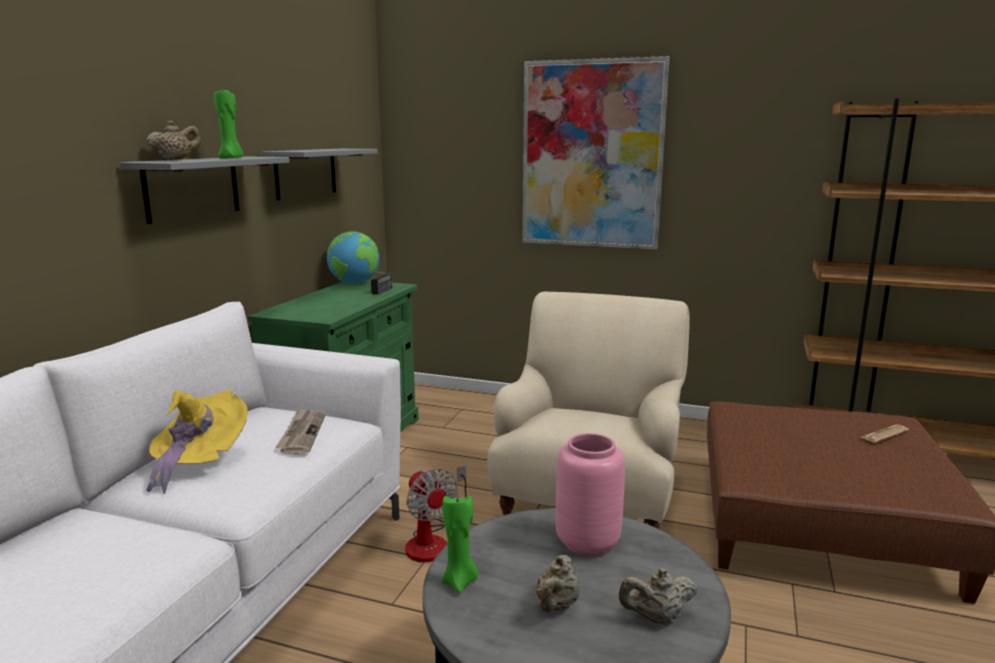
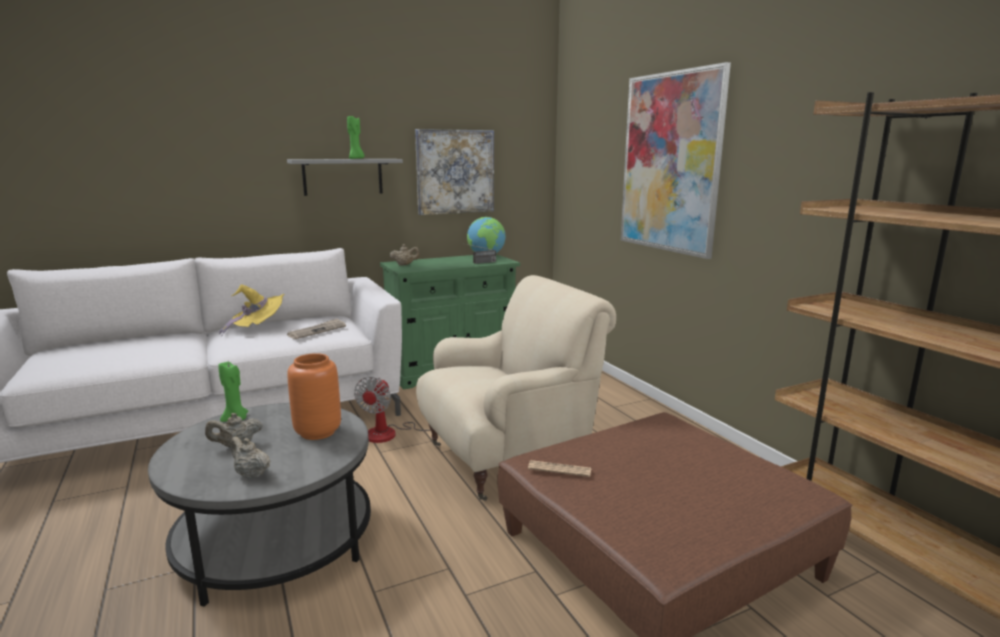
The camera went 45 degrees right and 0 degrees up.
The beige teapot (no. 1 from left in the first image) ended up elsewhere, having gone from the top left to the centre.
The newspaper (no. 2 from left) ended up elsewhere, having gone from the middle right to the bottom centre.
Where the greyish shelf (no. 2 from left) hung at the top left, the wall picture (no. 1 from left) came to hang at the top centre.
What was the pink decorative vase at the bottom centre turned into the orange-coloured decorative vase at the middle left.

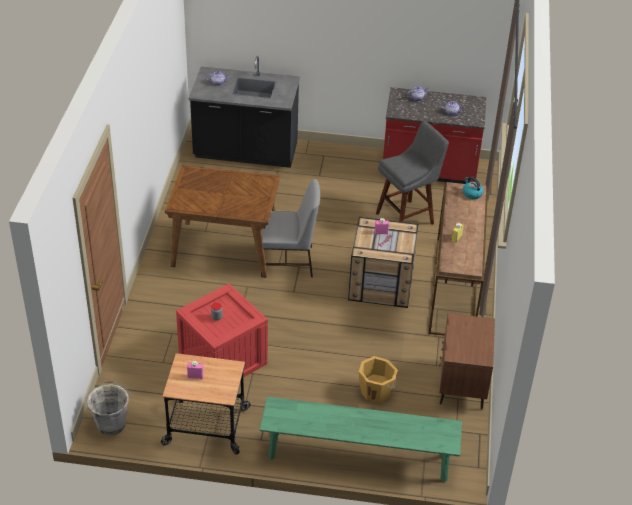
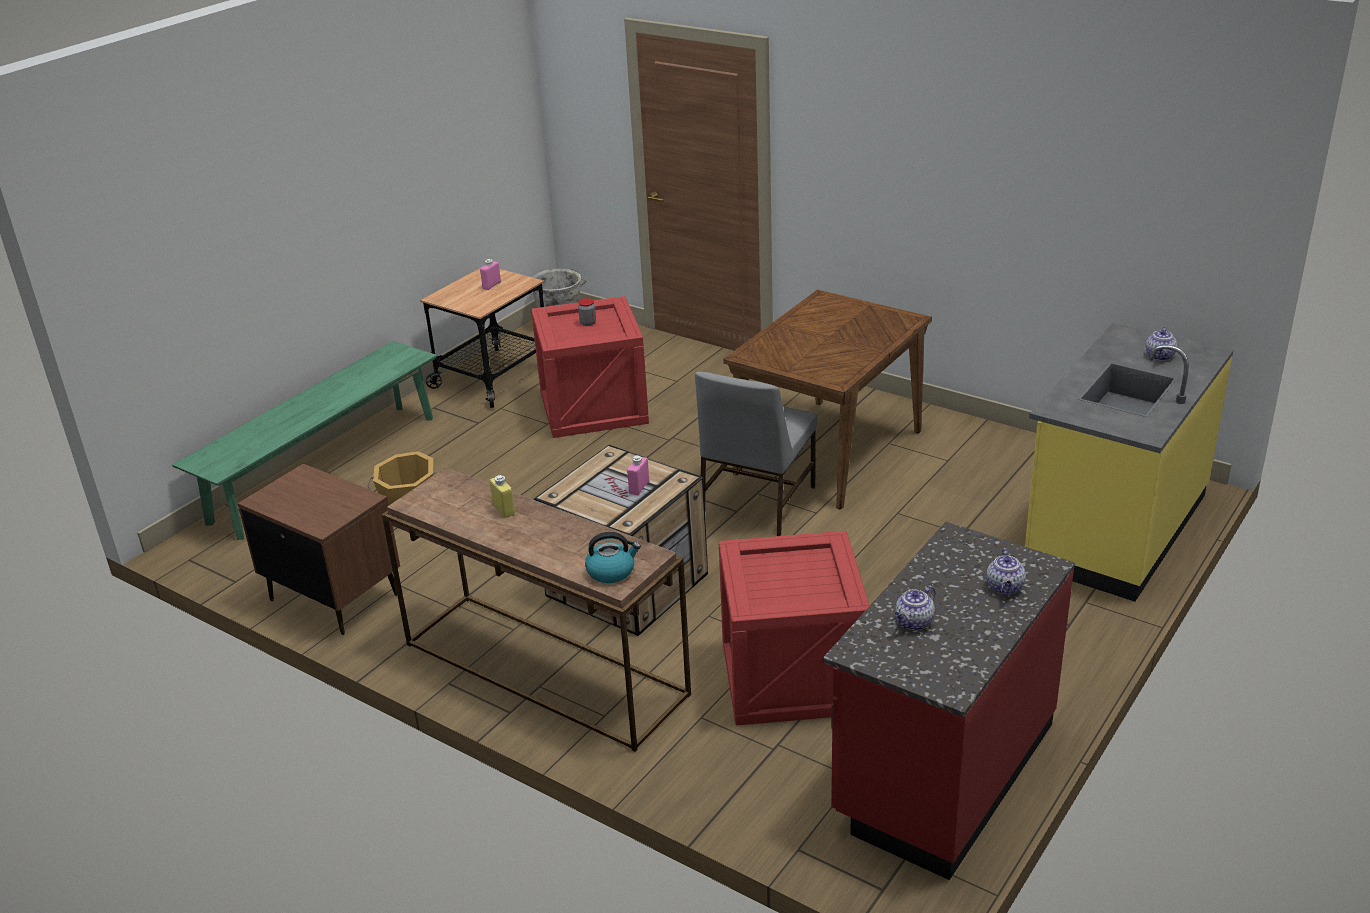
The camera went 120 degrees right and 10 degrees down.
Where the greyish sitting stool stood at the centre, the crate (no. 3 from left) came to stand at the bottom centre.
What was the black-coloured counter at the top centre turned into the yellow-coloured counter at the middle right.

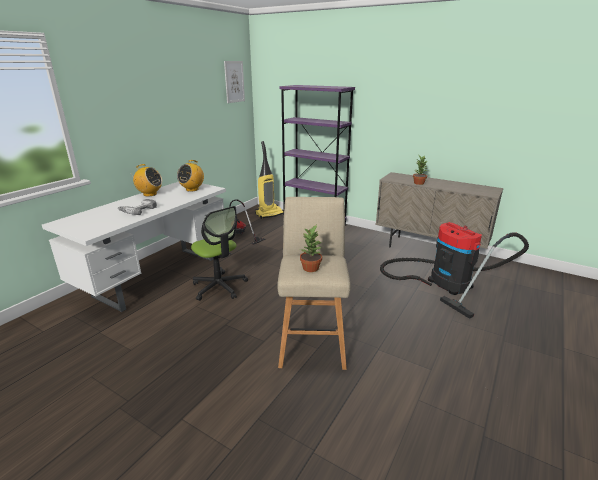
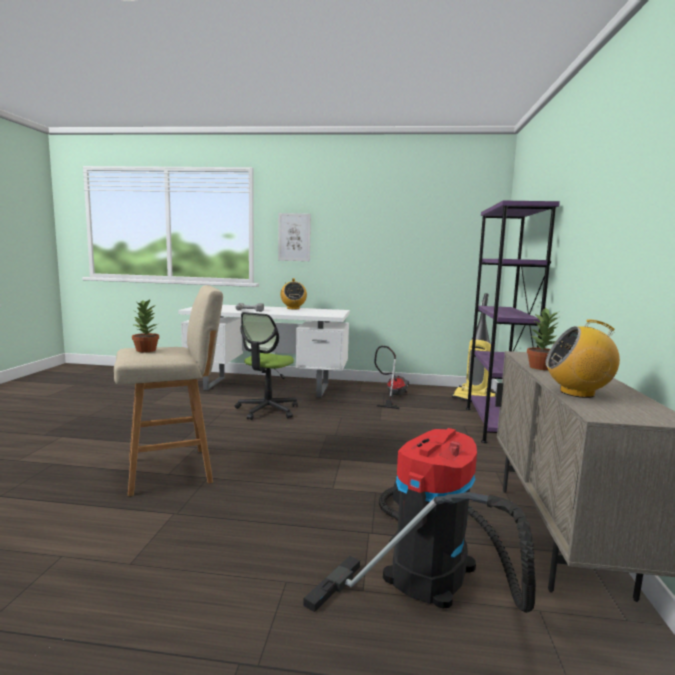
The camera went 65 degrees right and 15 degrees down.
The radio set (no. 2 from left) ended up elsewhere, having gone from the middle left to the middle right.
The wall picture ended up elsewhere, having gone from the top centre to the centre.

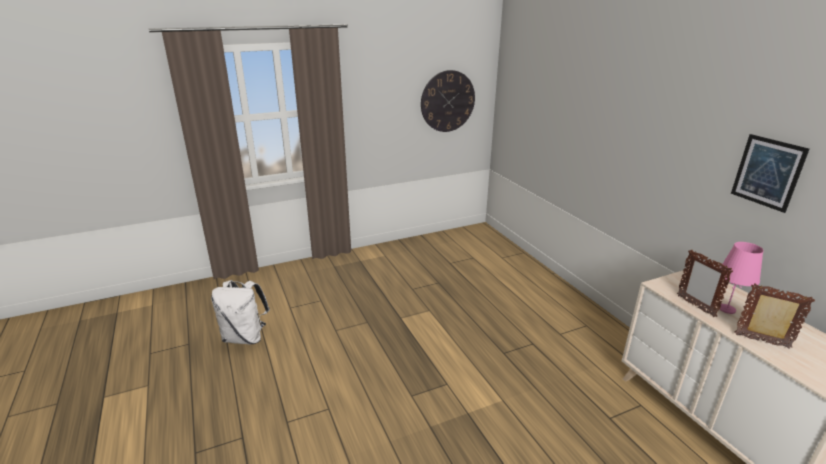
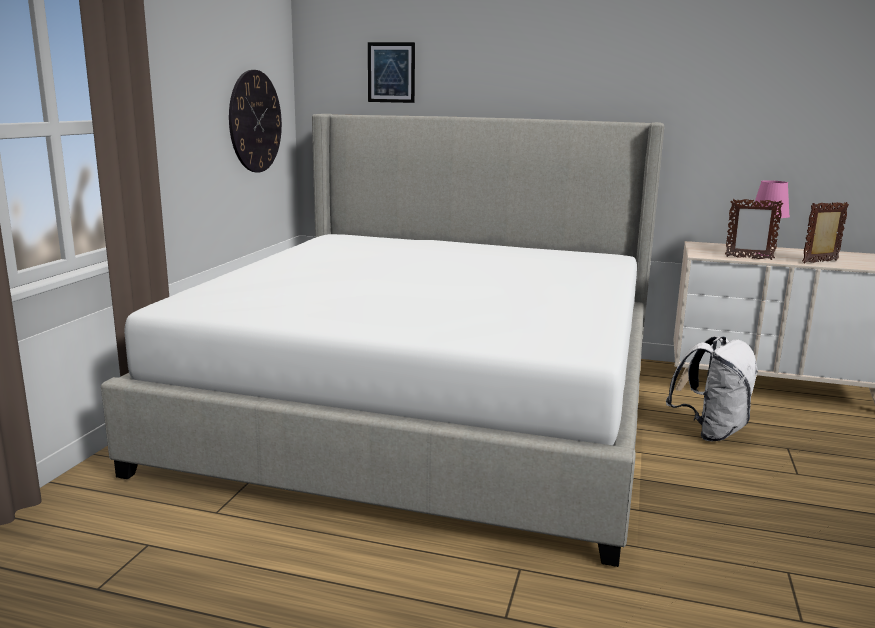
The camera went 50 degrees left and 10 degrees down.
The second view gained the bed at the centre.
The white-coloured backpack ended up elsewhere, having gone from the bottom left to the middle right.
The wall picture ended up elsewhere, having gone from the middle right to the top centre.

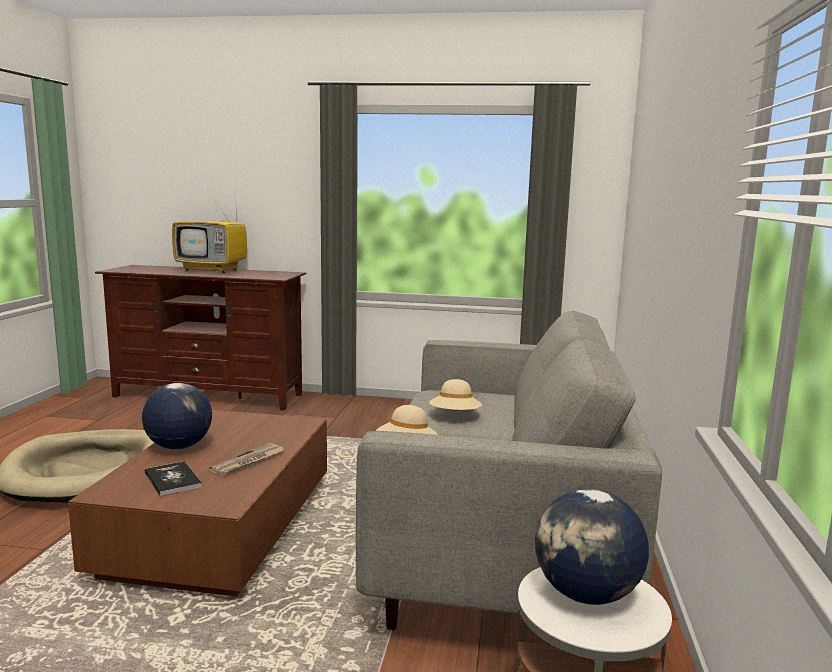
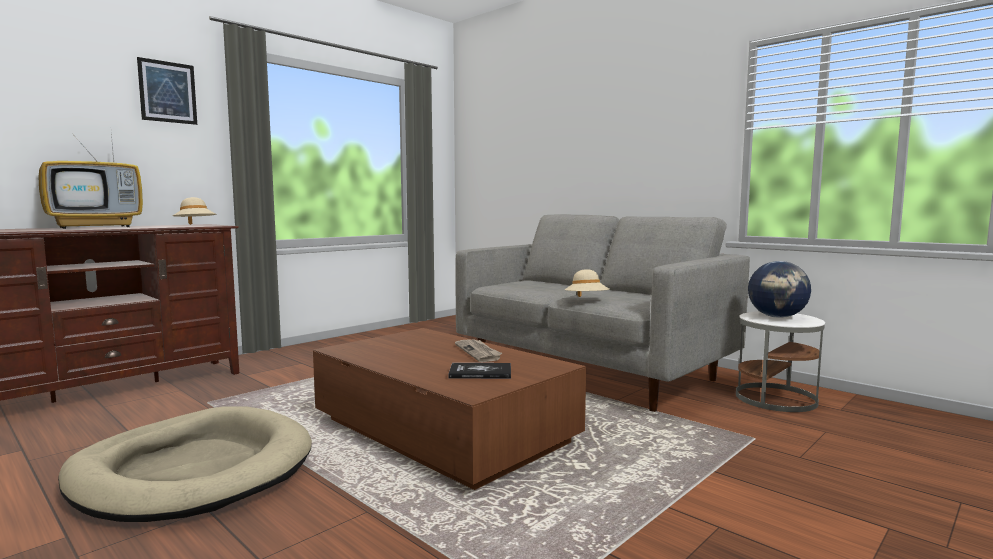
The camera went 55 degrees left and 5 degrees down.
The second view lost the desk globe (no. 1 from left) at the middle left.
The second view gained the wall picture at the top left.
The beige wearable hat (no. 2 from left in the first image) ended up elsewhere, having gone from the centre to the middle left.

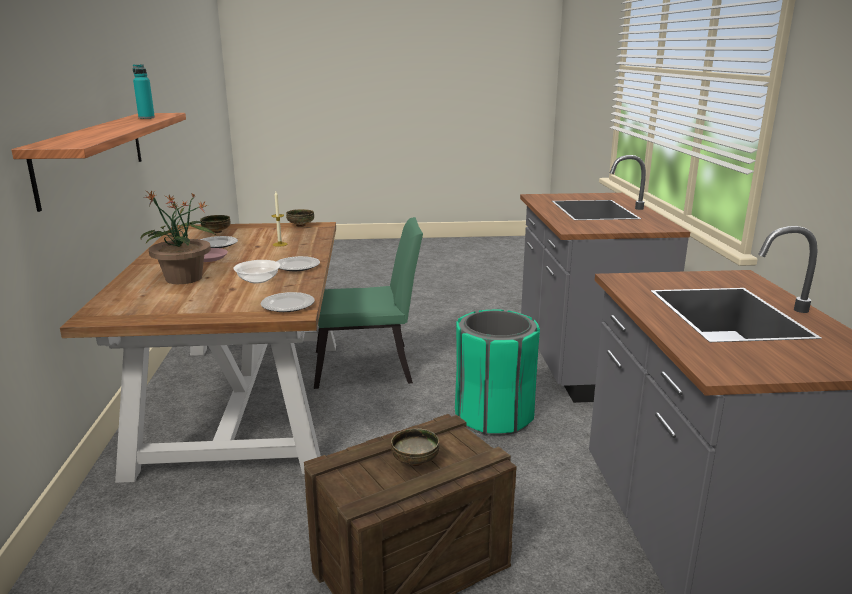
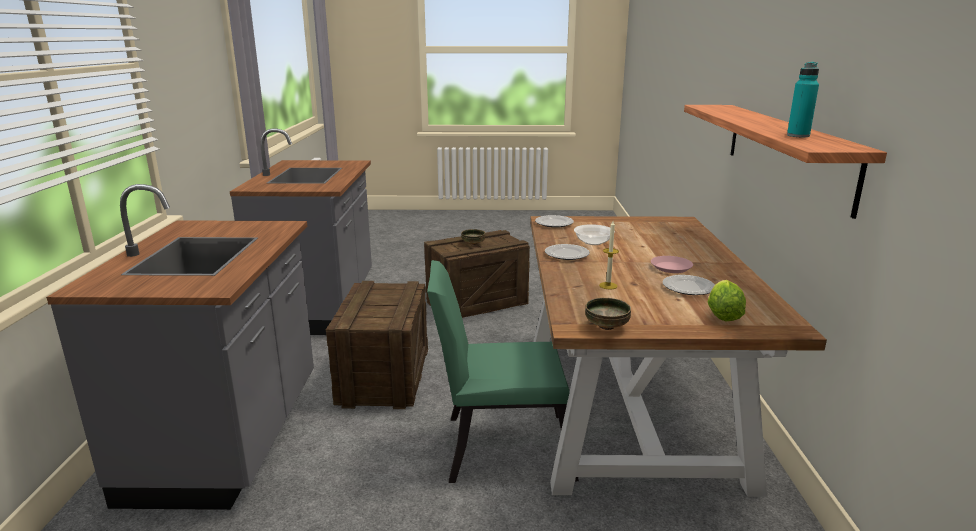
The camera went 175 degrees left and 0 degrees up.
The second view lost the plant in a pot at the middle left.
Where the deep dish (no. 1 from left) stood at the middle left, the head of lettuce came to stand at the middle right.
Where the green-coloured rubbish bin stood at the centre, the crate (no. 1 from left) came to stand at the centre.

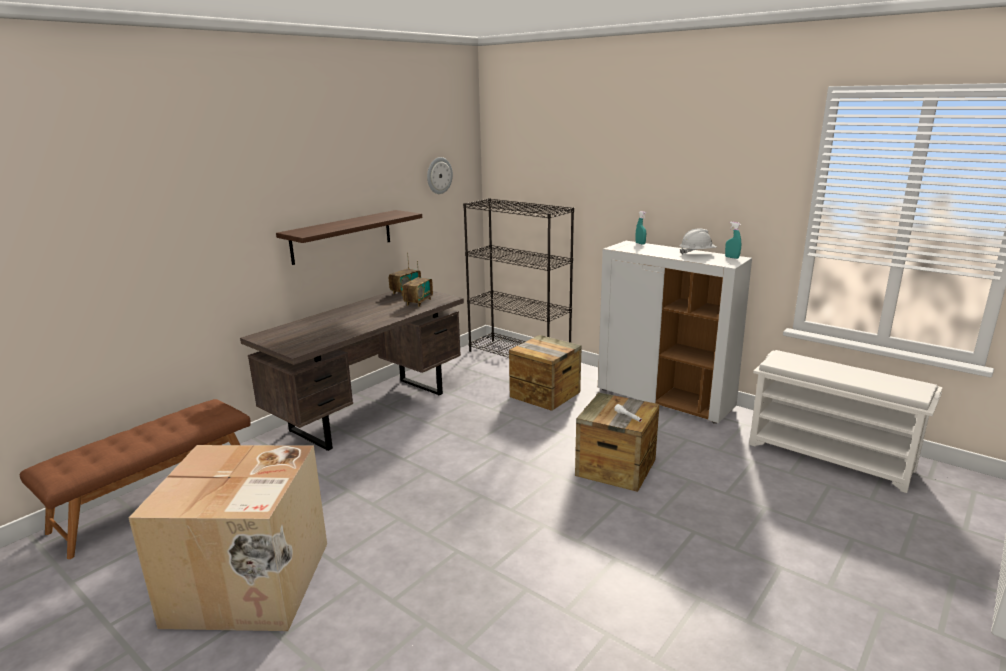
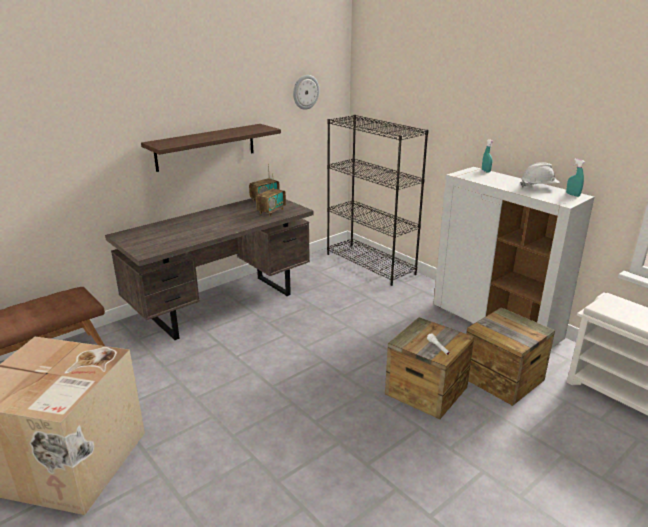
The camera went 10 degrees right and 5 degrees up.
The crate (no. 1 from left in the first image) ended up elsewhere, having gone from the centre to the bottom right.

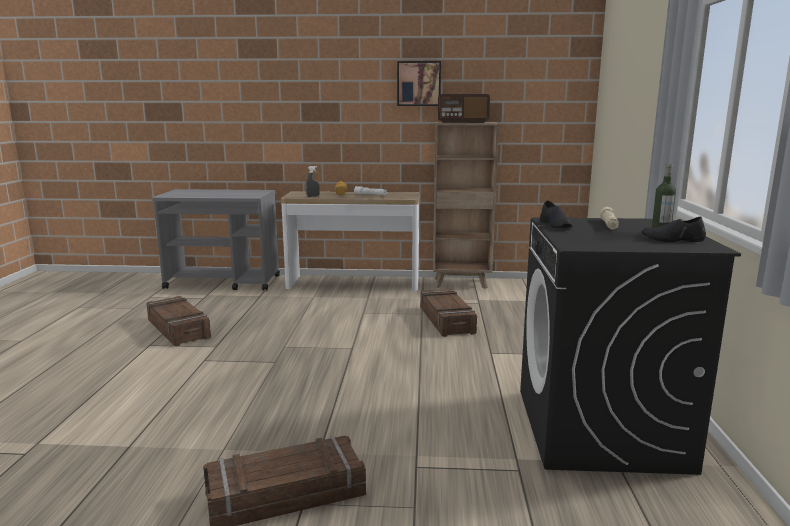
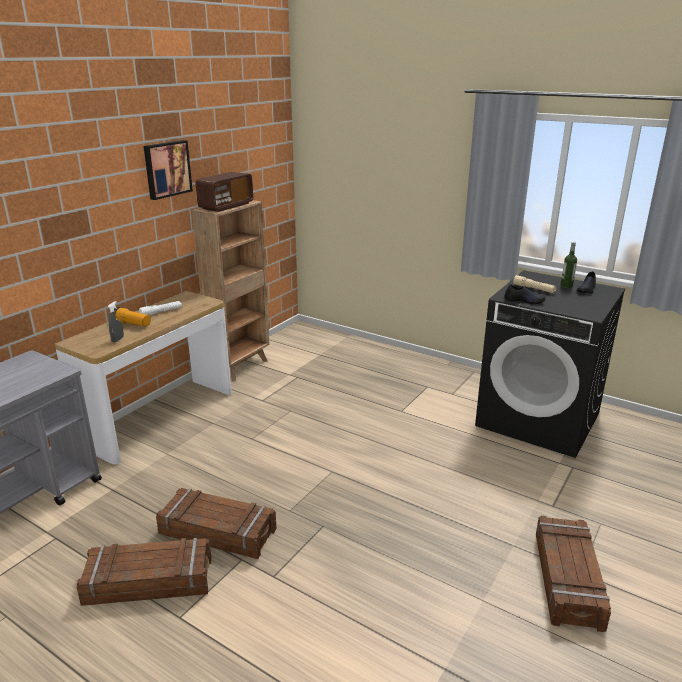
The camera went 60 degrees left and 10 degrees up.
The crate (no. 3 from left in the first image) ended up elsewhere, having gone from the centre to the bottom left.

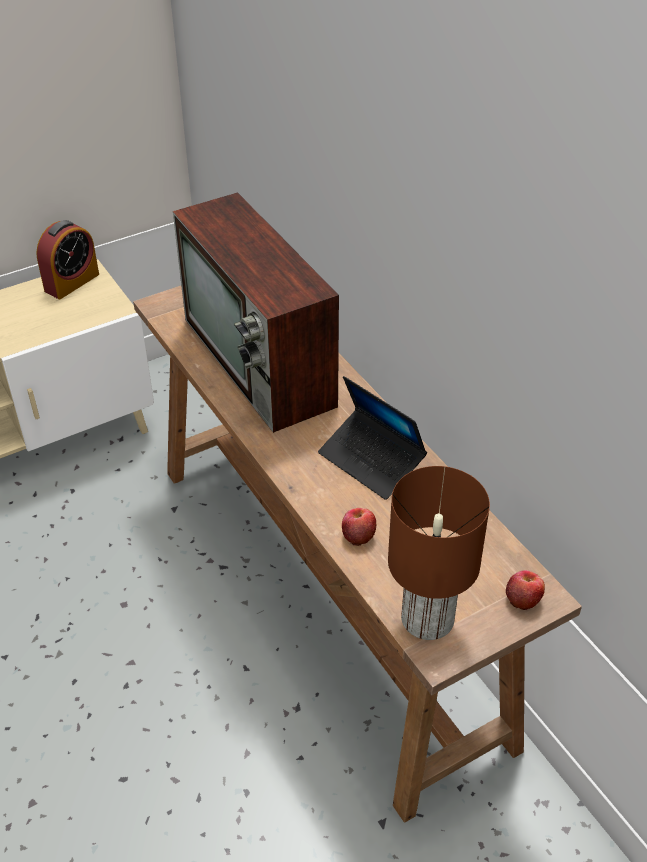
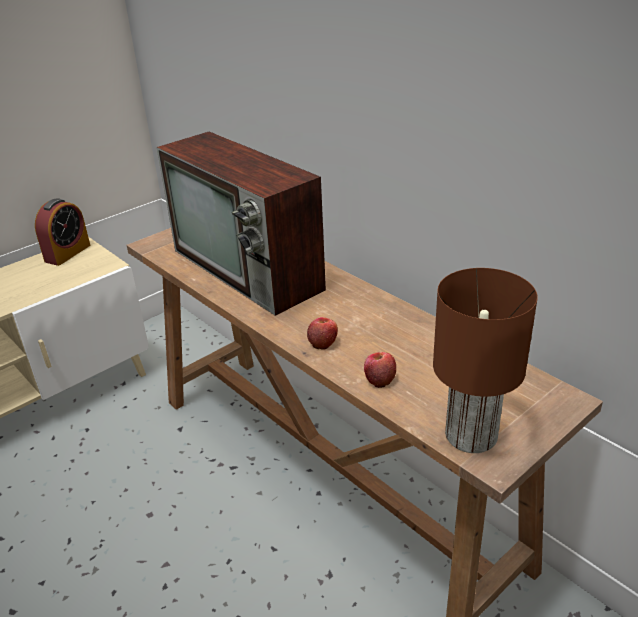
The camera went 10 degrees left and 10 degrees down.
The second view lost the portable computer at the centre.
The apple fruit (no. 2 from left in the first image) ended up elsewhere, having gone from the bottom right to the centre.

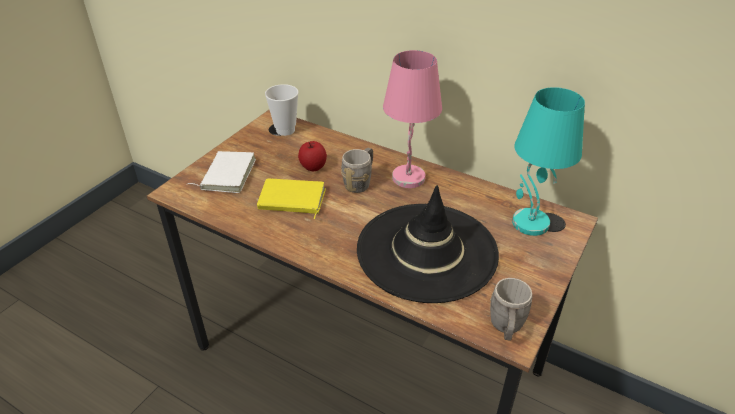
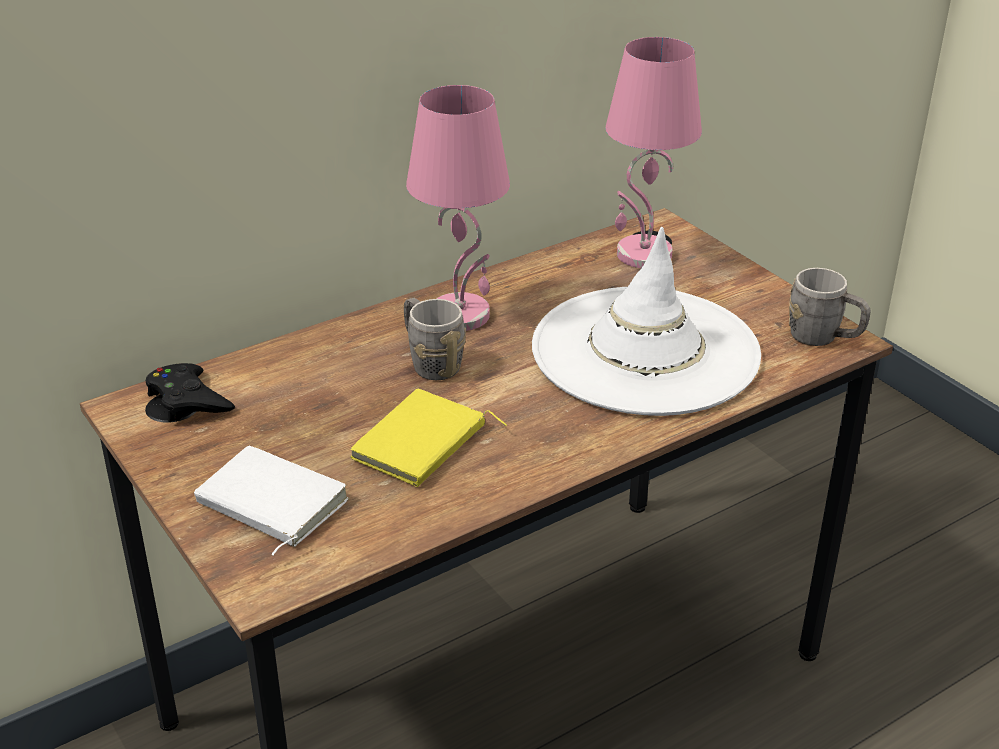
The camera went 65 degrees left and 5 degrees down.
The second view lost the apple fruit at the centre.
Where the drinking cup stood at the top centre, the black-coloured game controller came to stand at the middle left.
What was the black-coloured wearable hat at the centre turned into the white-coloured wearable hat at the centre.
What was the blue-green table lamp at the middle right turned into the pink table lamp (no. 2 from left) at the top centre.

